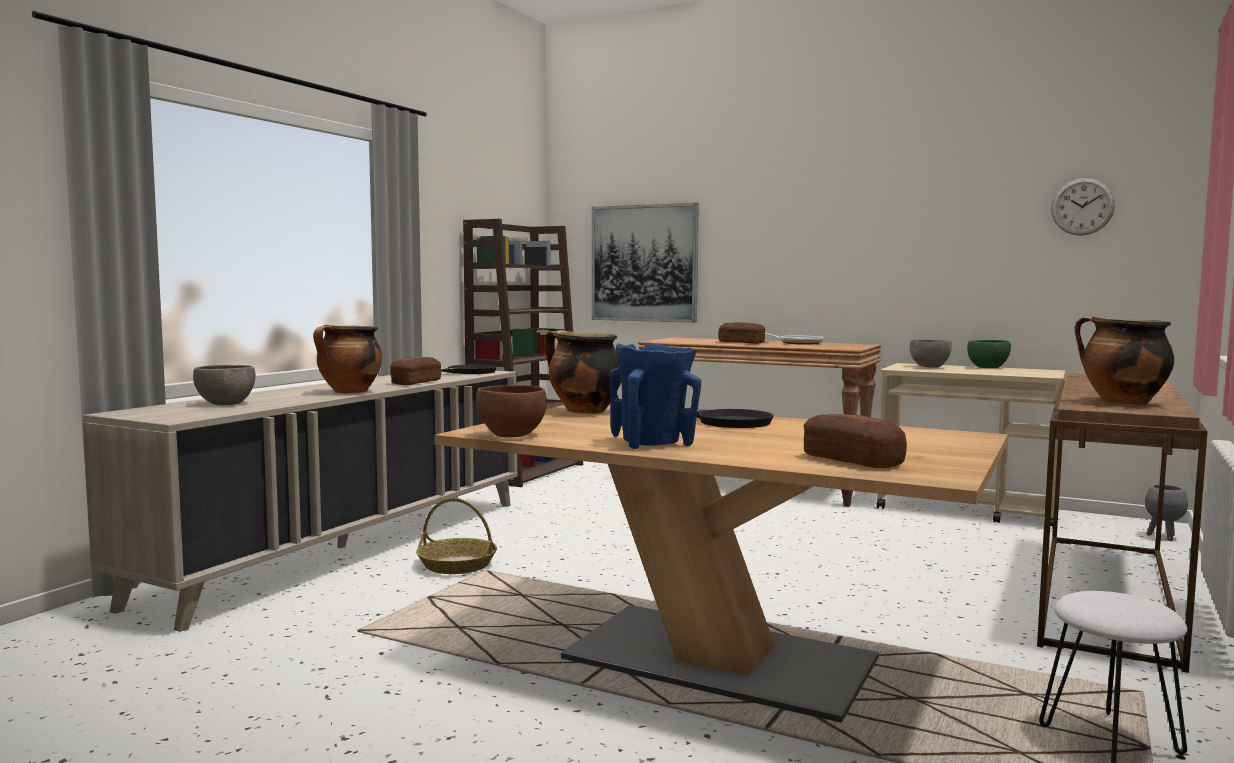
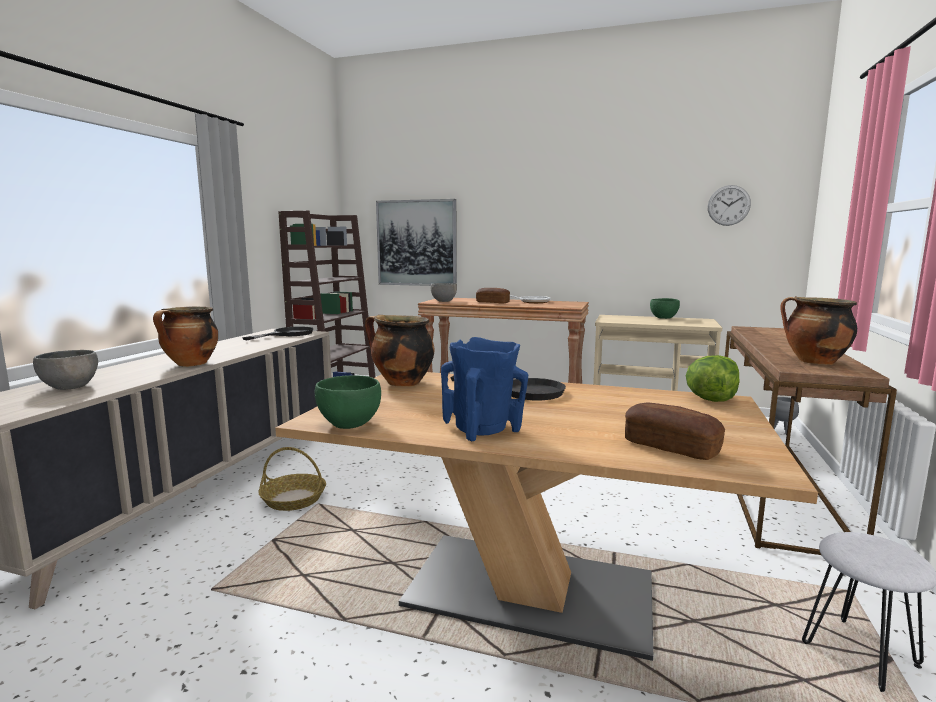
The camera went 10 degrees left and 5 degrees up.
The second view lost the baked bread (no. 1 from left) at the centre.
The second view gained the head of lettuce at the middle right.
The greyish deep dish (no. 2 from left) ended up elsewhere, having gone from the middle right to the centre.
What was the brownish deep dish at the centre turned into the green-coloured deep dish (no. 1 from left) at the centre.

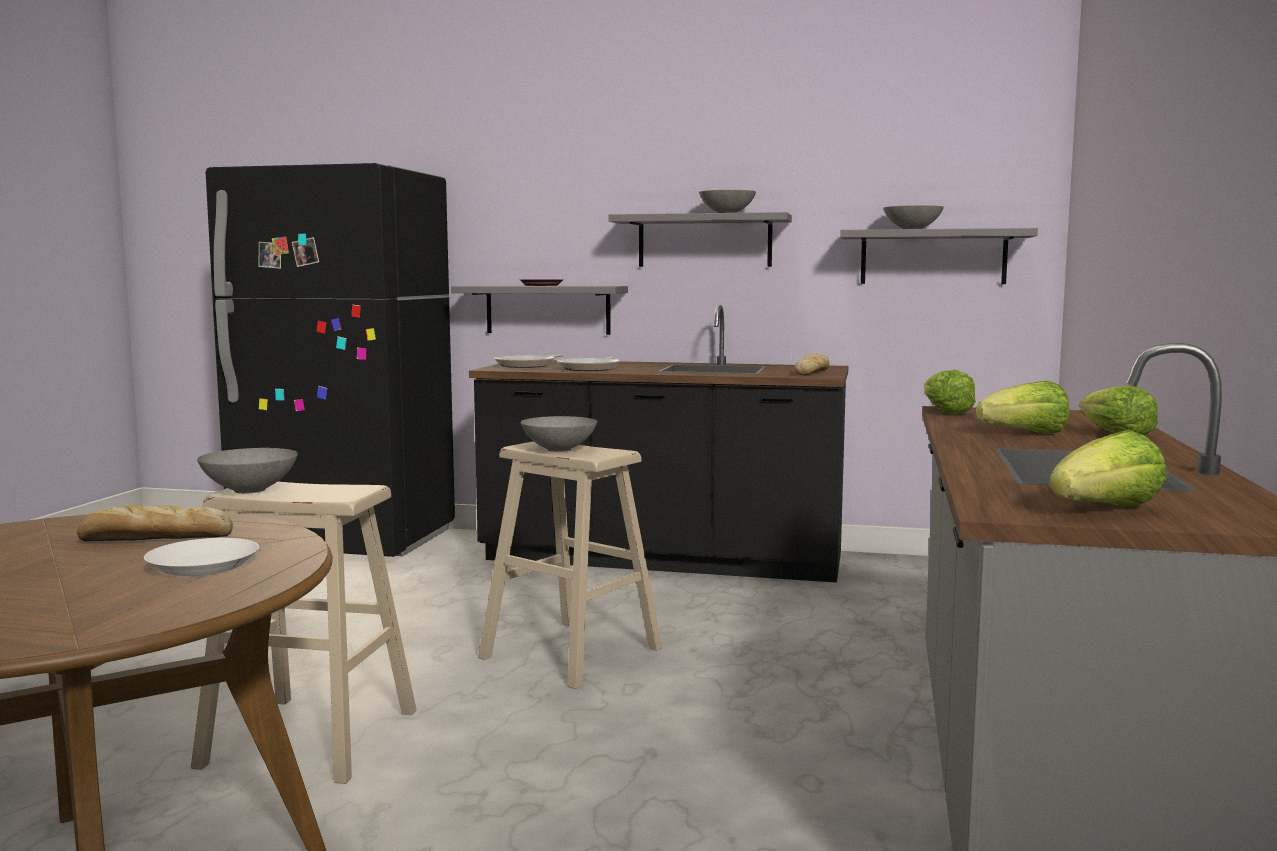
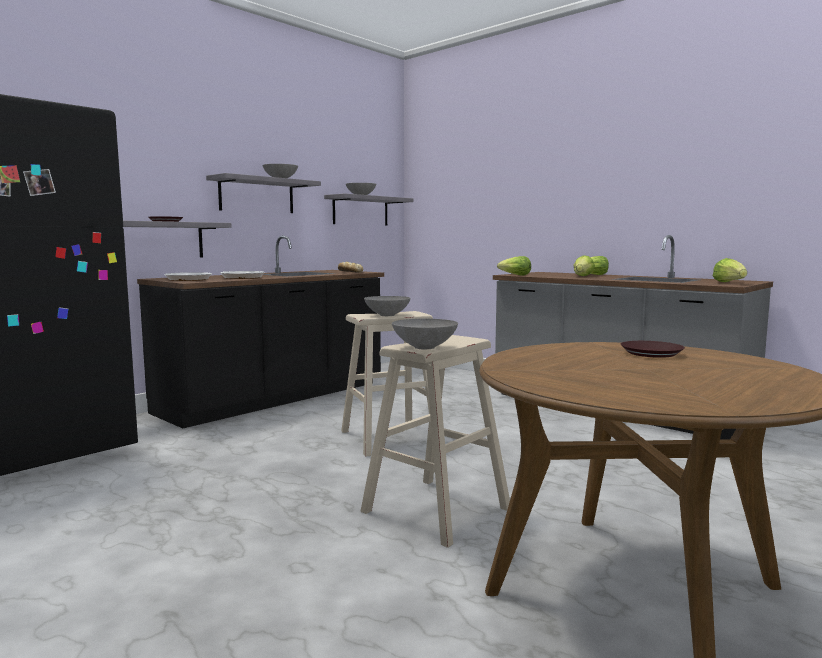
The camera went 60 degrees left and 0 degrees up.
The second view lost the baked bread (no. 1 from left) at the middle left.
What was the white-coloured dinner plate at the middle left turned into the brownish dinner plate (no. 2 from left) at the middle right.

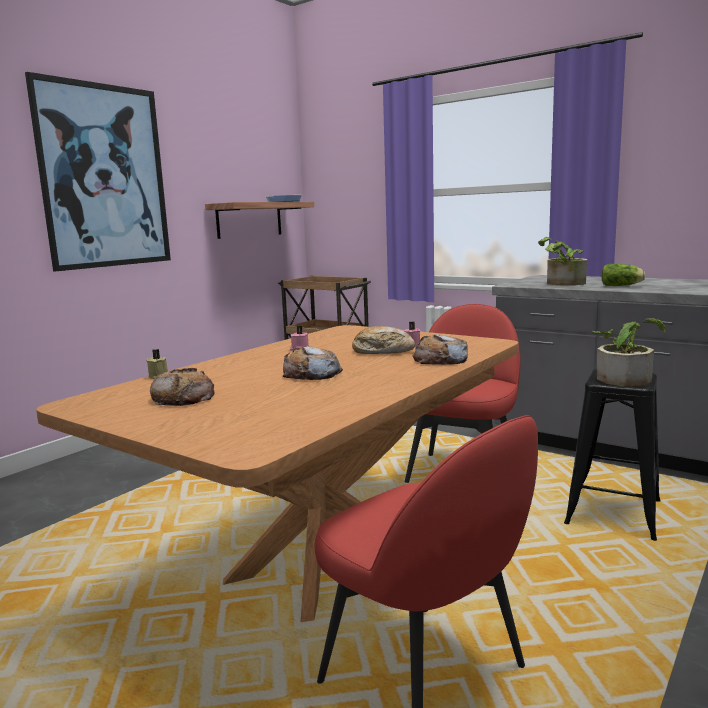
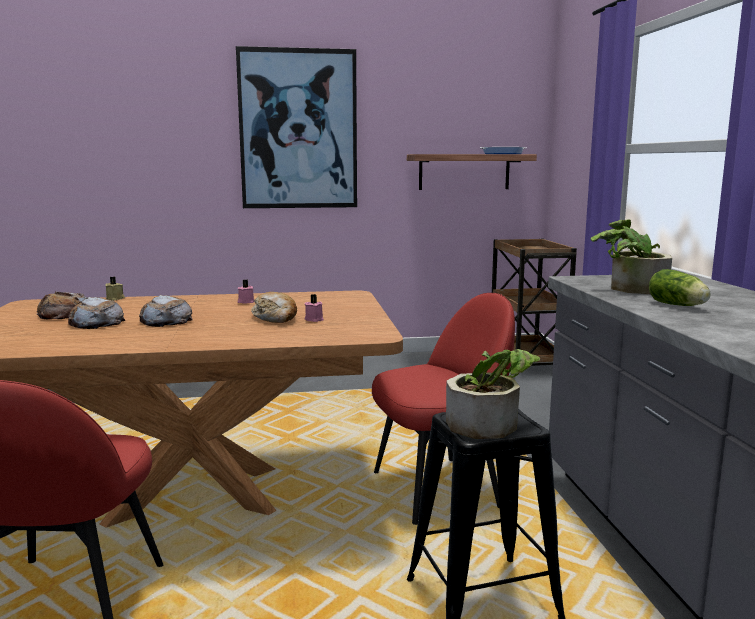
The camera went 45 degrees right and 0 degrees up.
The baked bread (no. 4 from left in the first image) ended up elsewhere, having gone from the centre to the middle left.

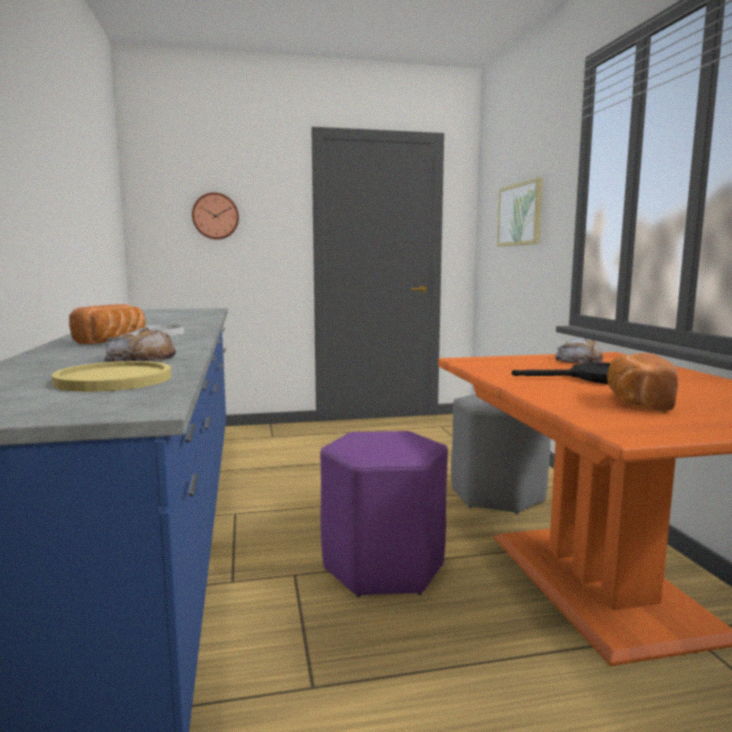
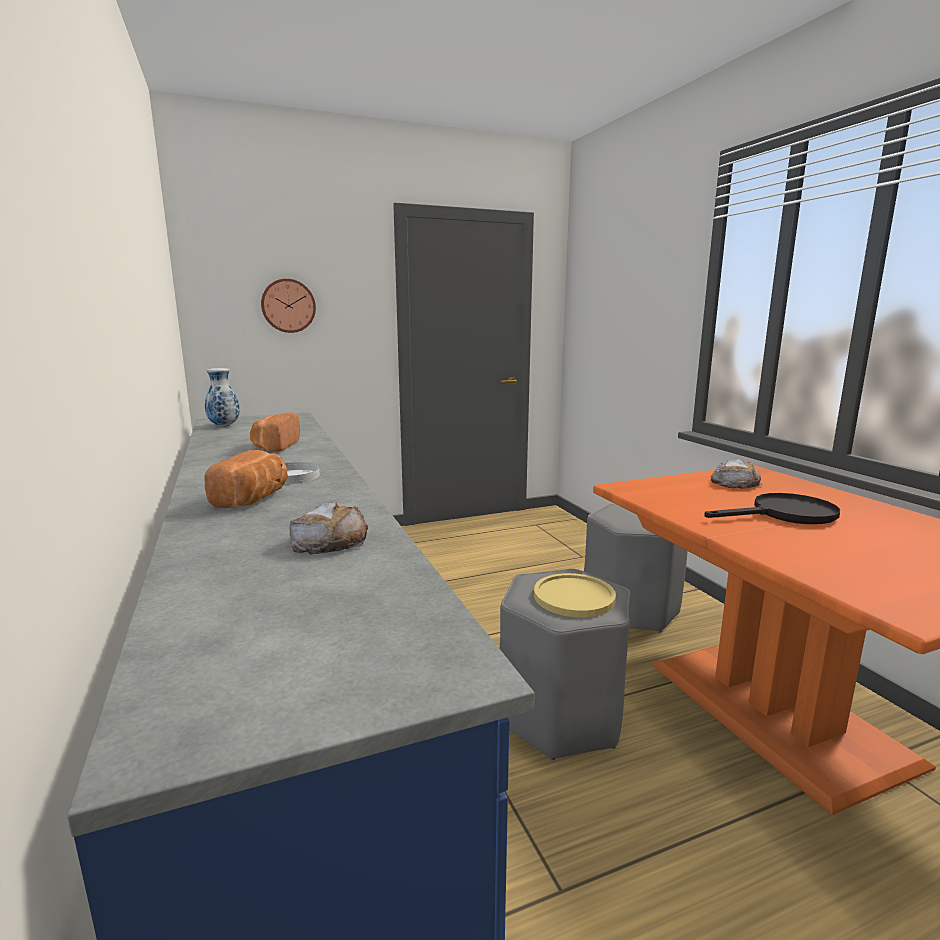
The camera went 10 degrees left and 5 degrees up.
The second view lost the wall picture at the top right.
The second view gained the decorative vase at the middle left.
The yellow-coloured dinner plate ended up elsewhere, having gone from the middle left to the centre.
The baked bread (no. 4 from left in the first image) ended up elsewhere, having gone from the middle right to the middle left.
What was the purple-coloured sitting stool at the bottom centre turned into the greyish sitting stool (no. 1 from left) at the bottom centre.

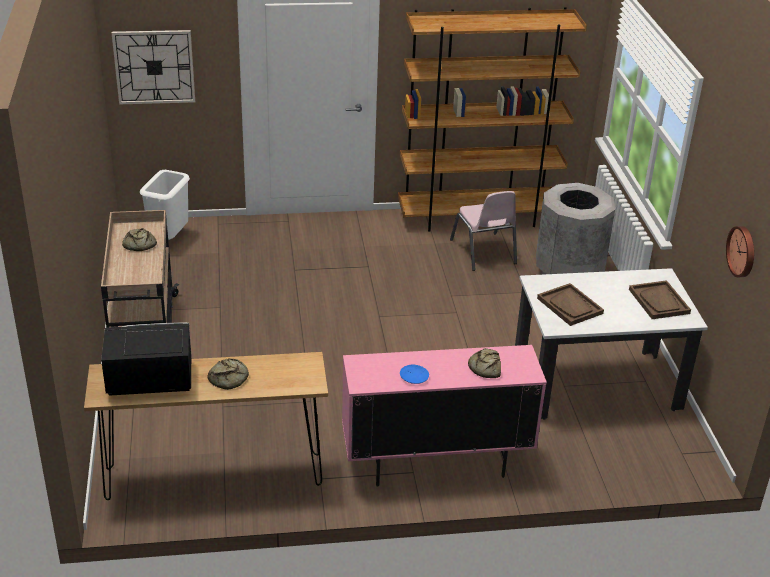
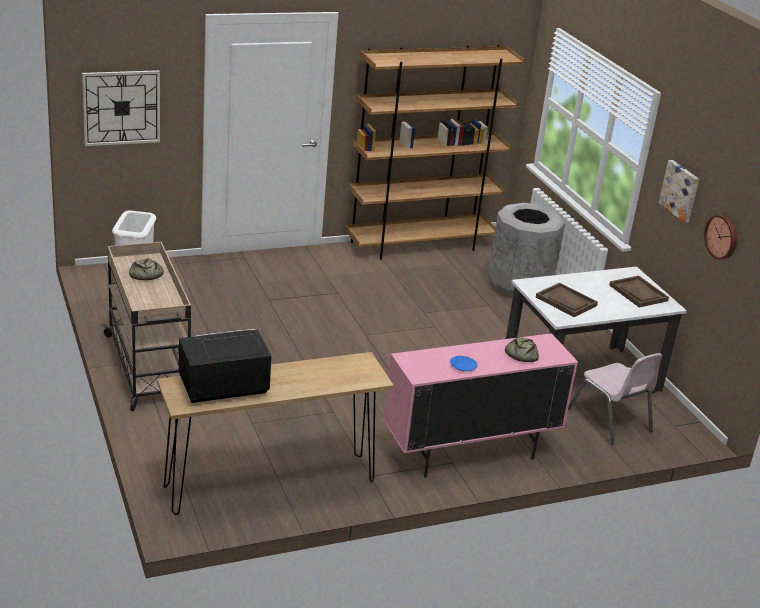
The camera went 15 degrees left and 5 degrees down.
The second view lost the baked bread (no. 2 from left) at the middle left.
The second view gained the wall picture at the top right.
The pink upright chair ended up elsewhere, having gone from the centre to the middle right.

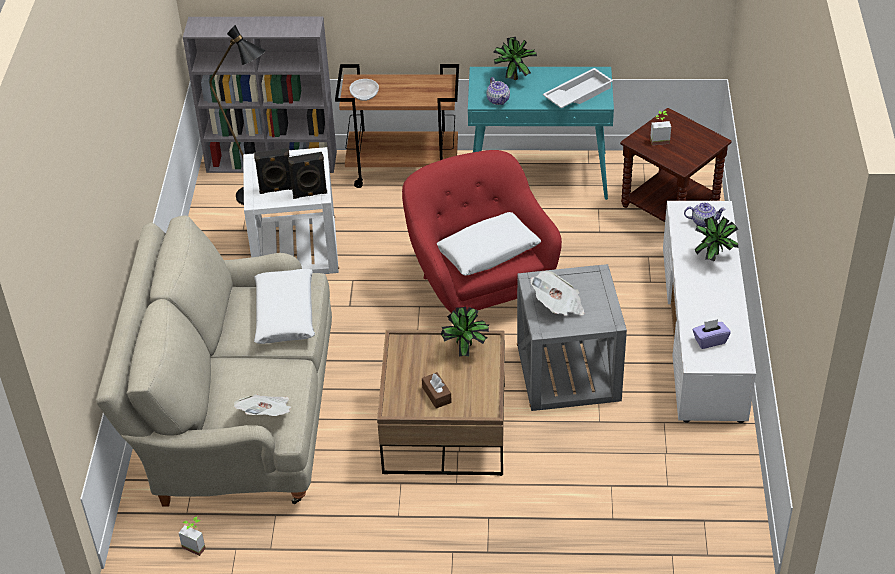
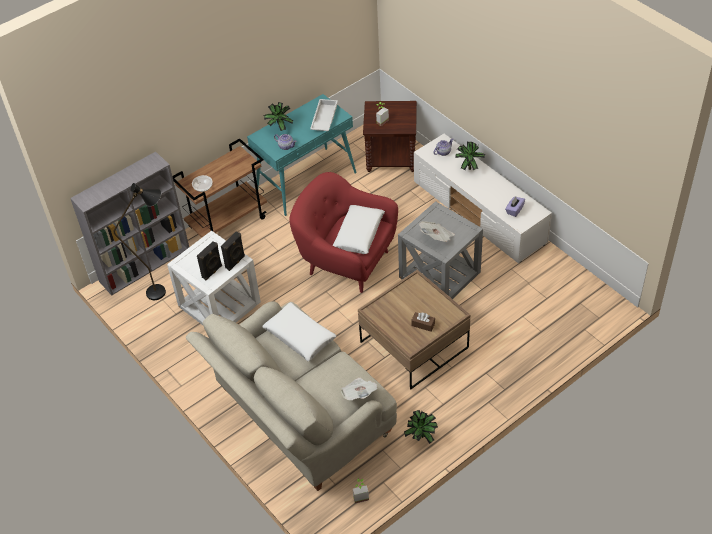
The camera went 40 degrees left and 5 degrees up.
The plant in a pot (no. 2 from left in the first image) ended up elsewhere, having gone from the centre to the bottom centre.

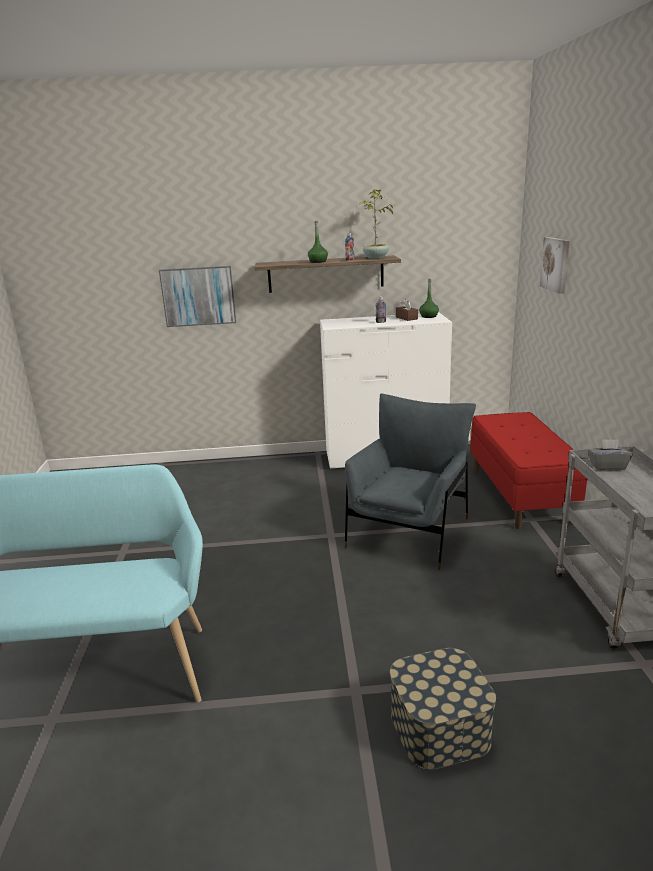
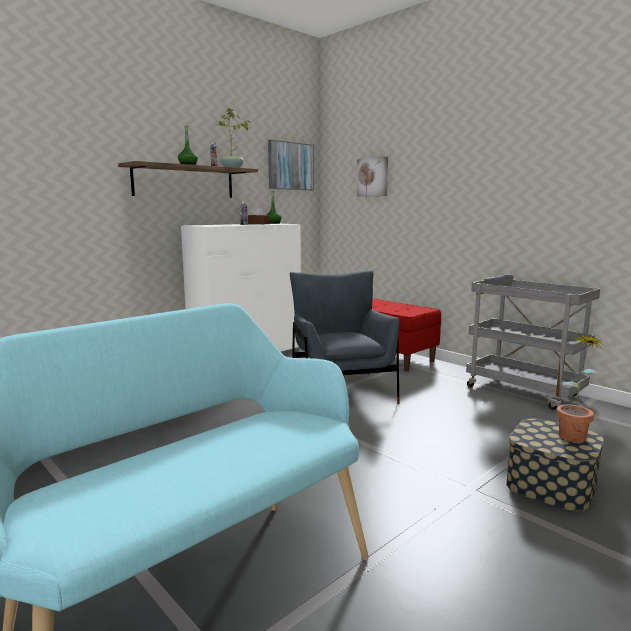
The camera went 40 degrees left and 10 degrees down.
The second view gained the plant in a pot (no. 2 from left) at the middle right.
The wall picture (no. 1 from left) ended up elsewhere, having gone from the middle left to the top centre.

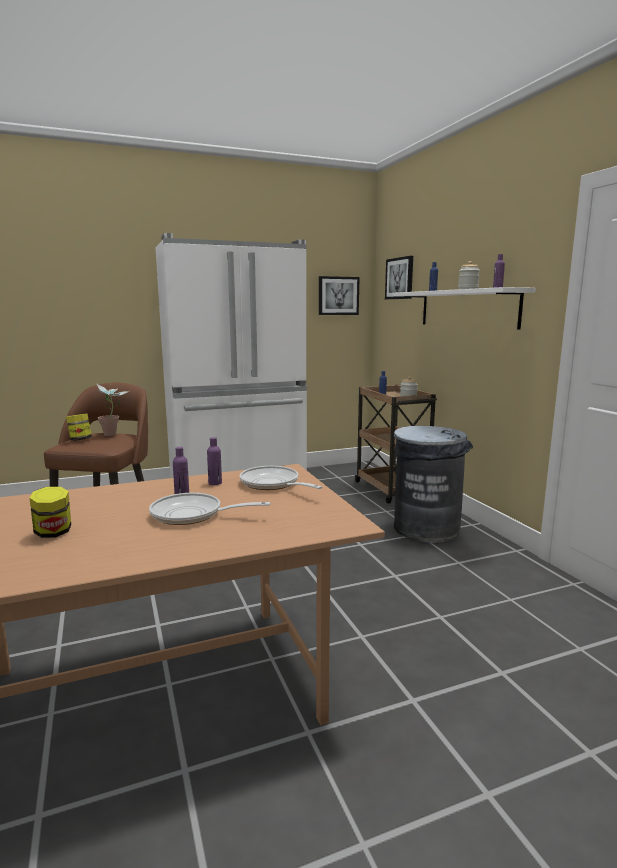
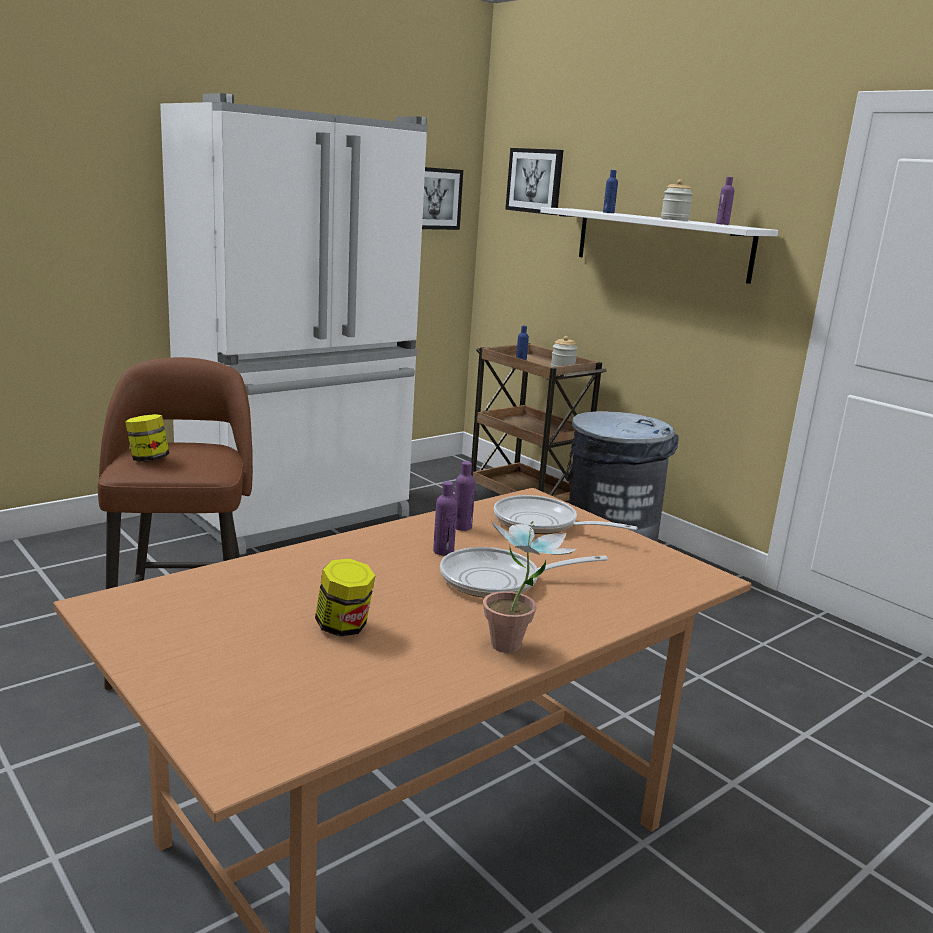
The camera went 20 degrees left and 5 degrees up.
The plant in a pot ended up elsewhere, having gone from the middle left to the centre.

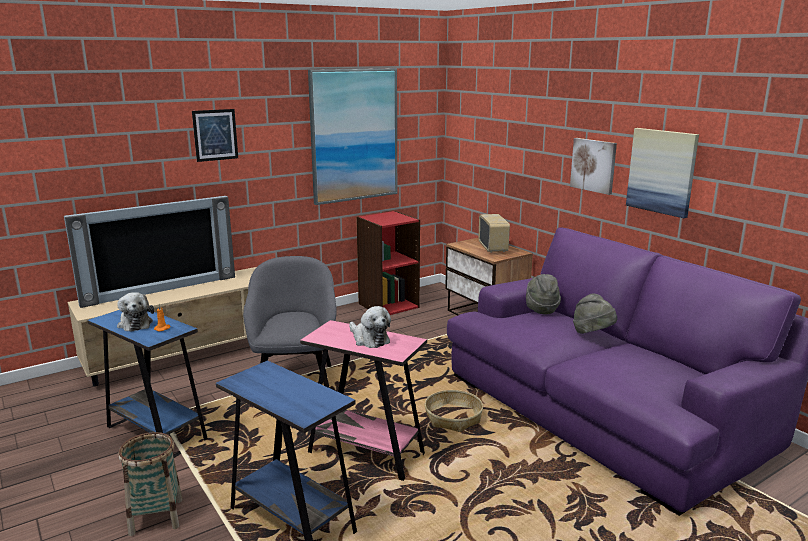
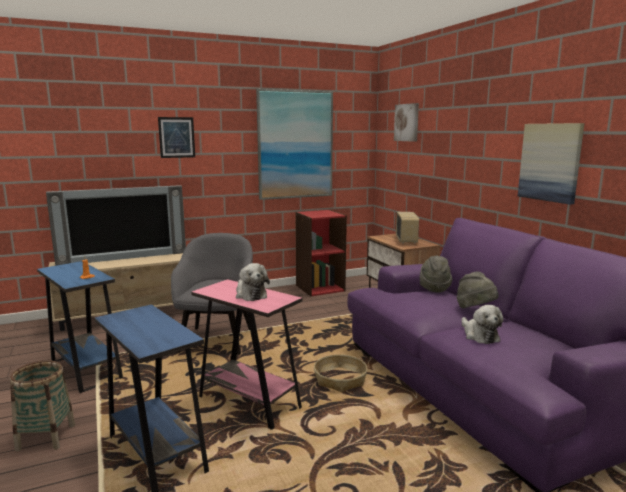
The camera went 10 degrees right and 5 degrees down.
The cuddly toy (no. 1 from left in the first image) ended up elsewhere, having gone from the middle left to the middle right.
The wall picture (no. 3 from left) ended up elsewhere, having gone from the top right to the top centre.

